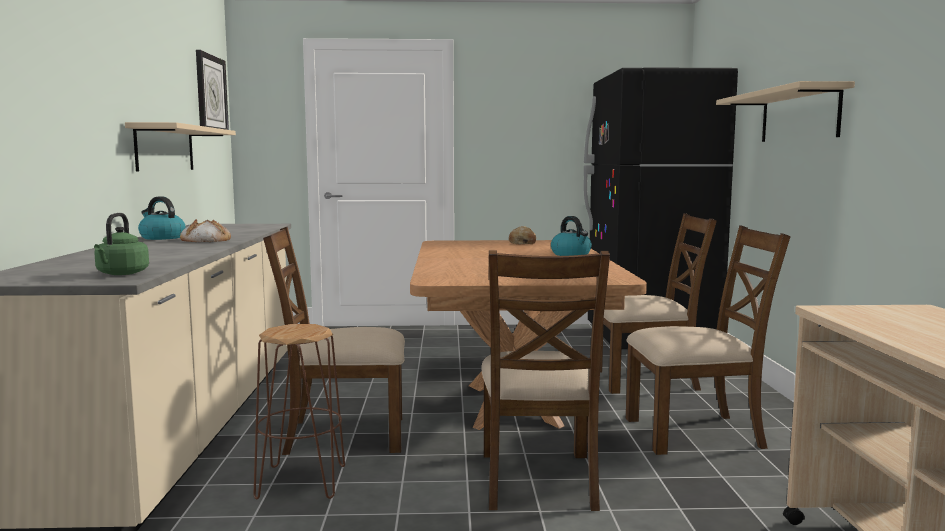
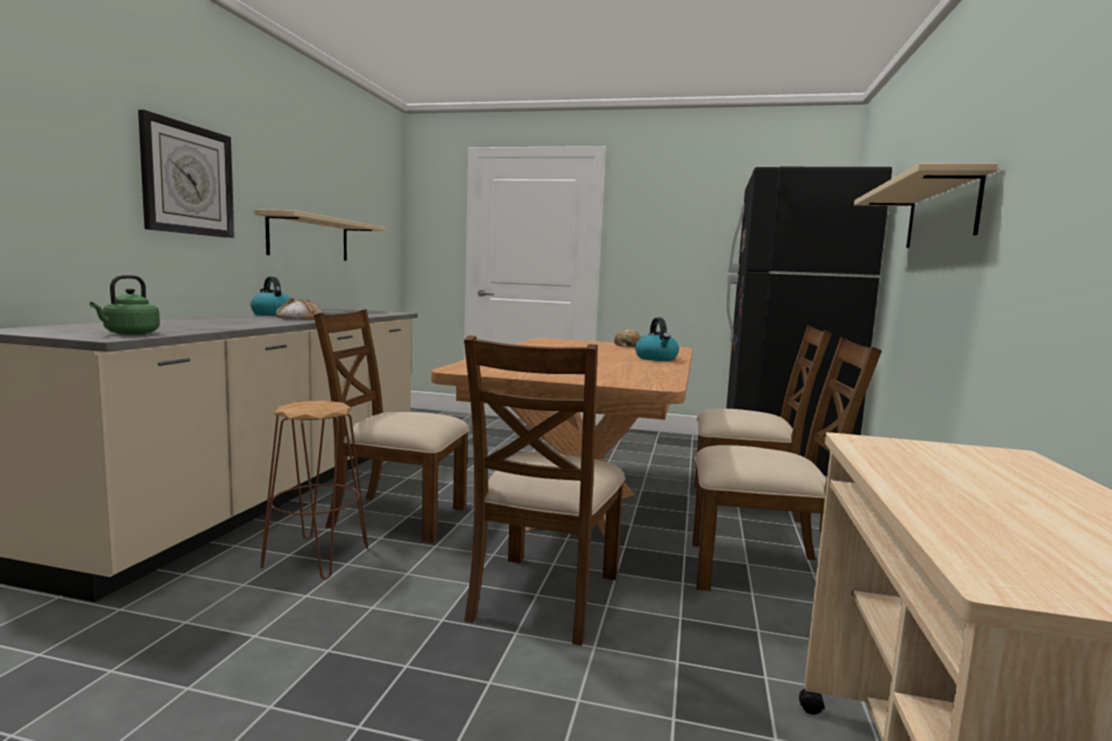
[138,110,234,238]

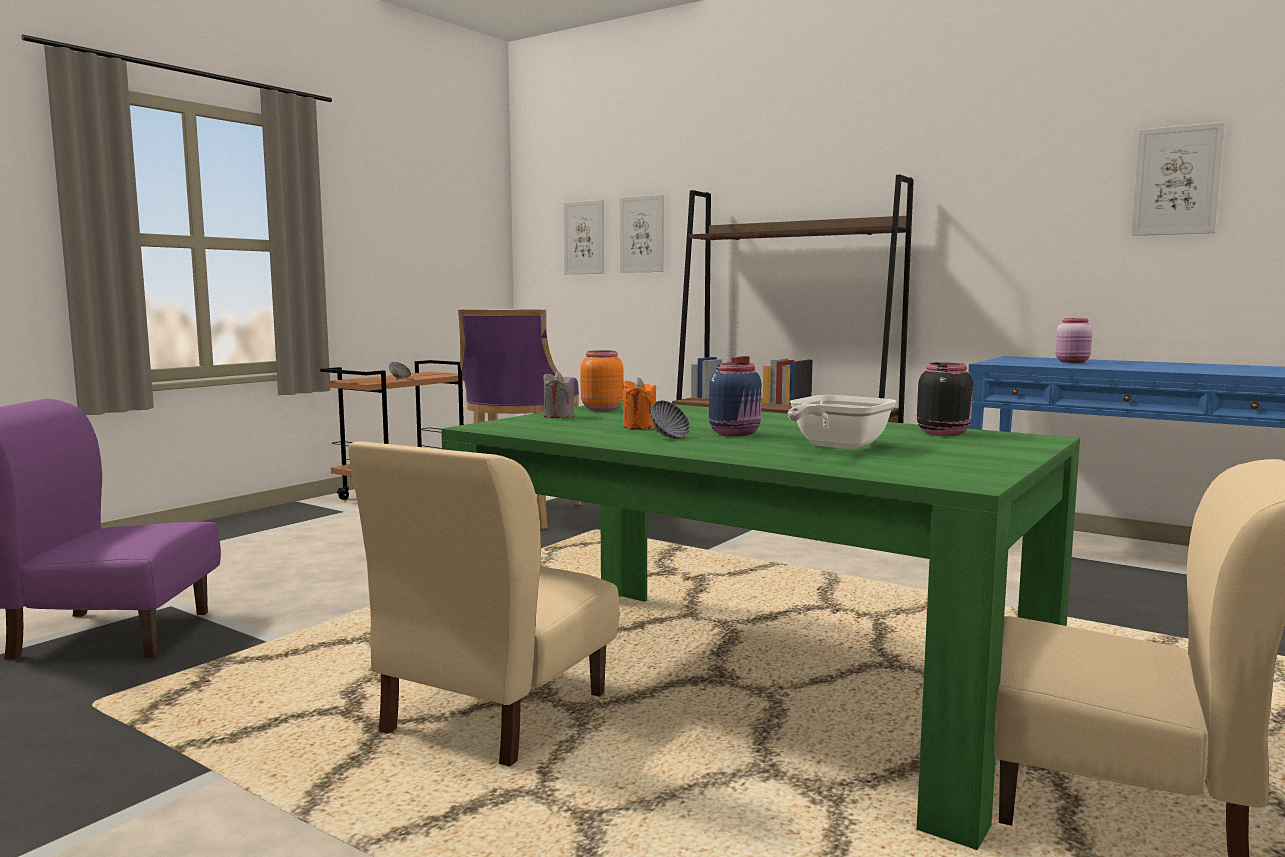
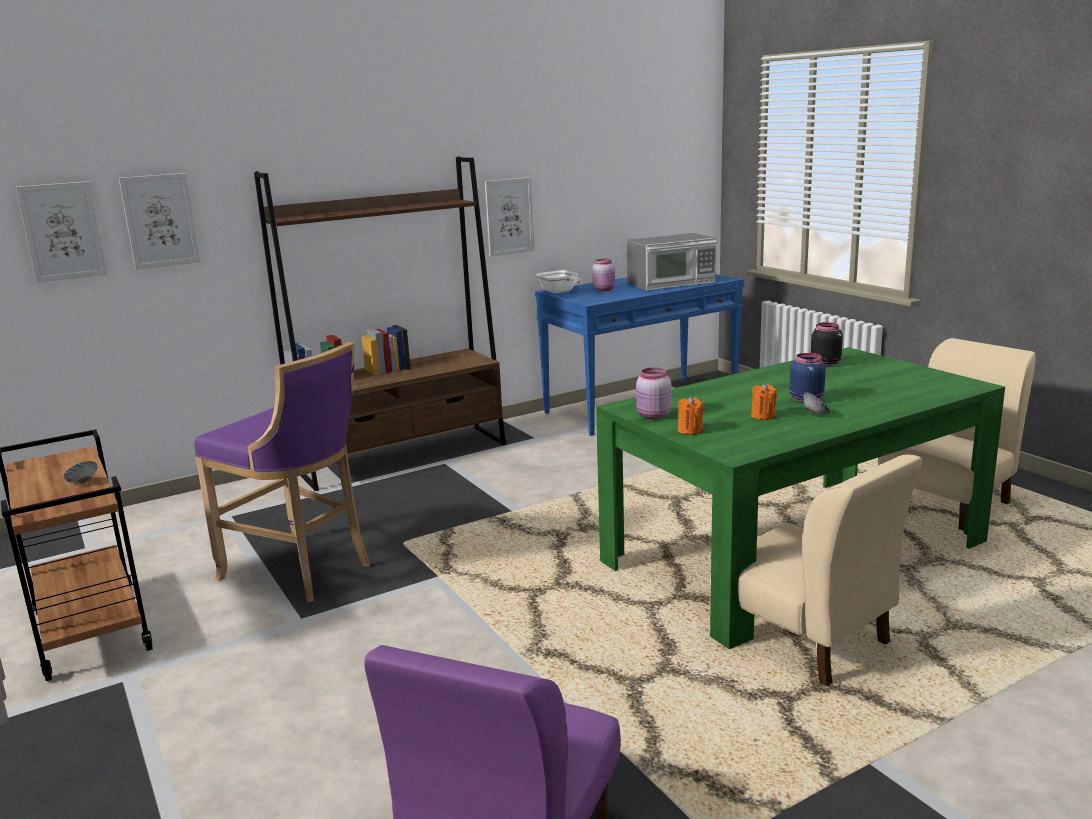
[485,177,535,257]
[536,270,581,294]
[626,233,717,291]
[636,368,671,419]
[678,396,704,435]

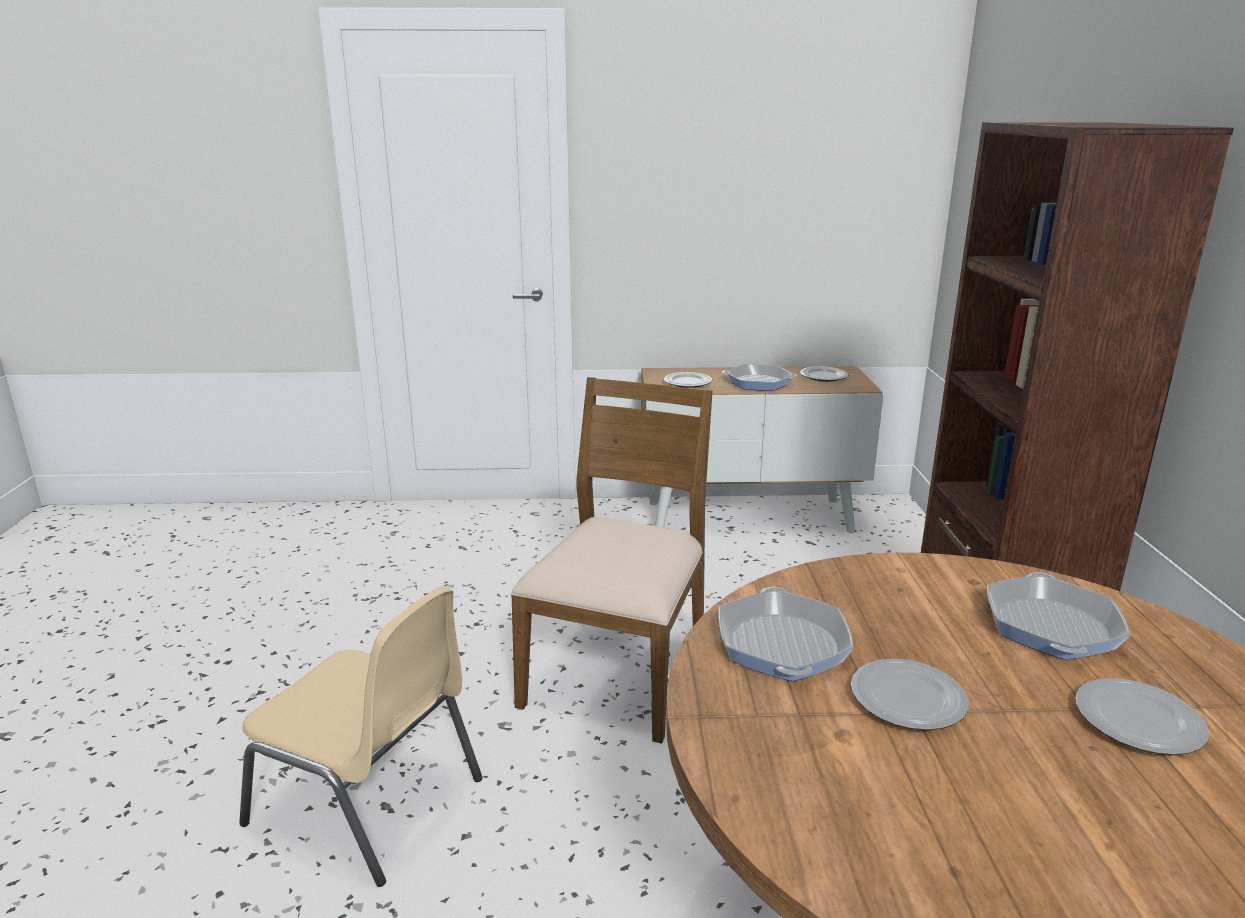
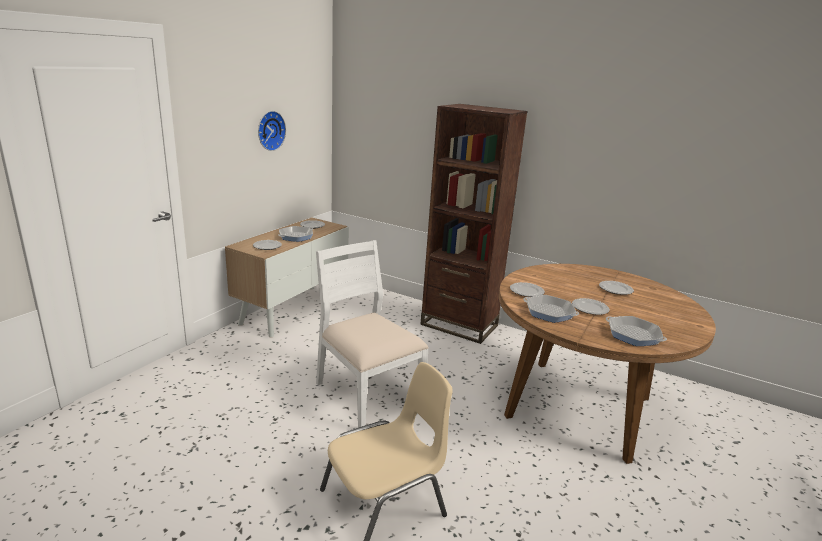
[258,111,286,151]
[316,240,429,428]
[510,282,545,297]
[606,316,667,346]

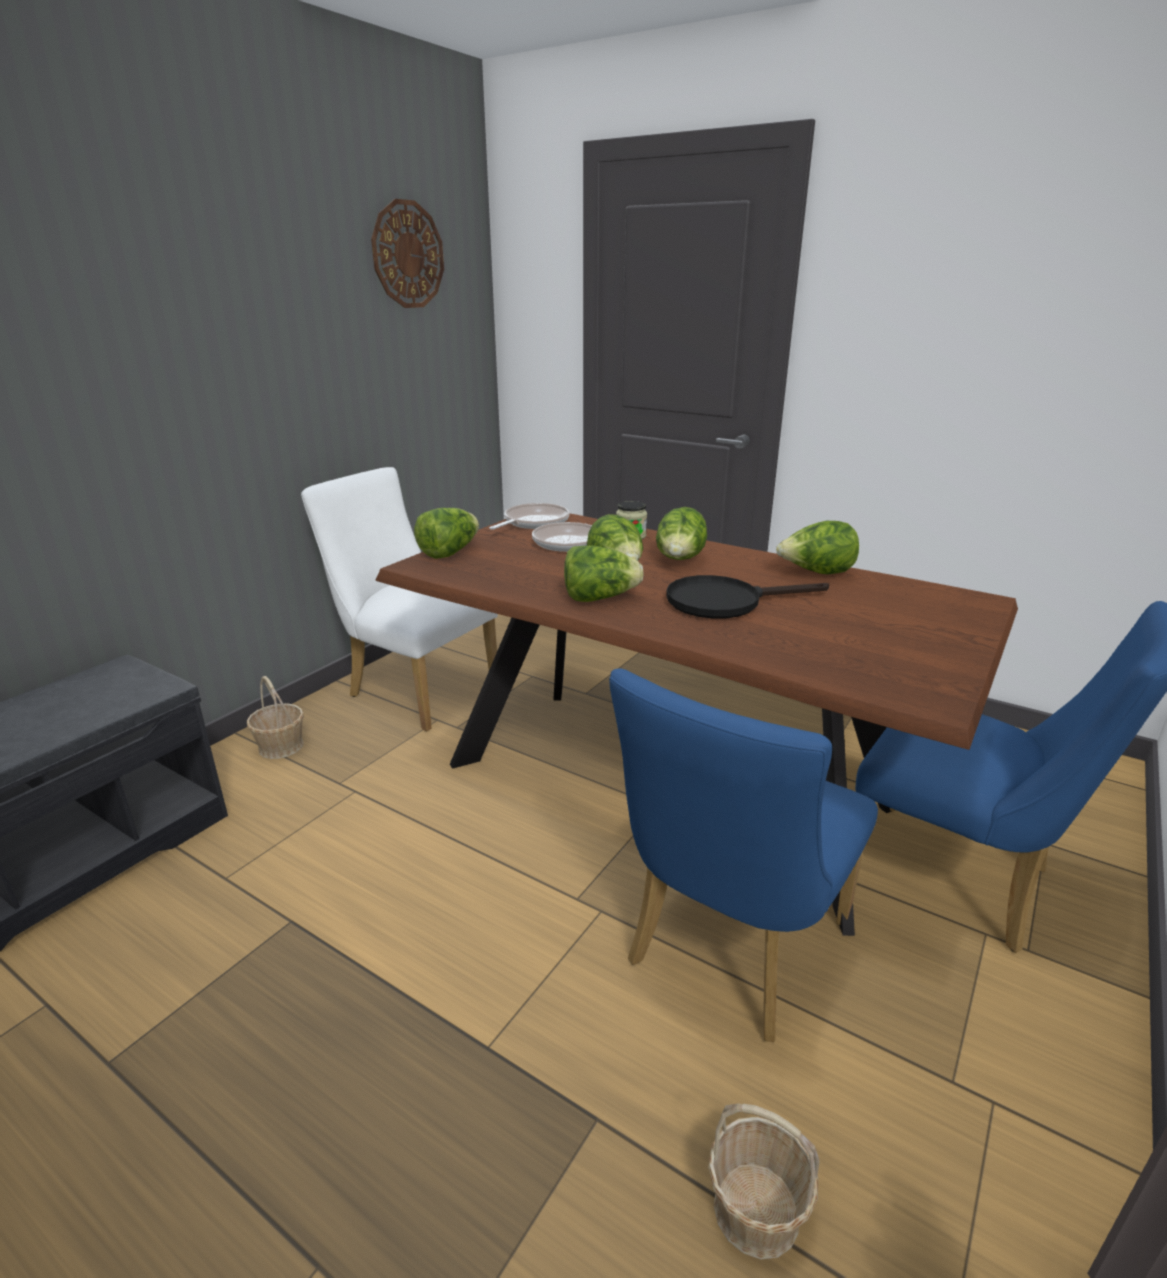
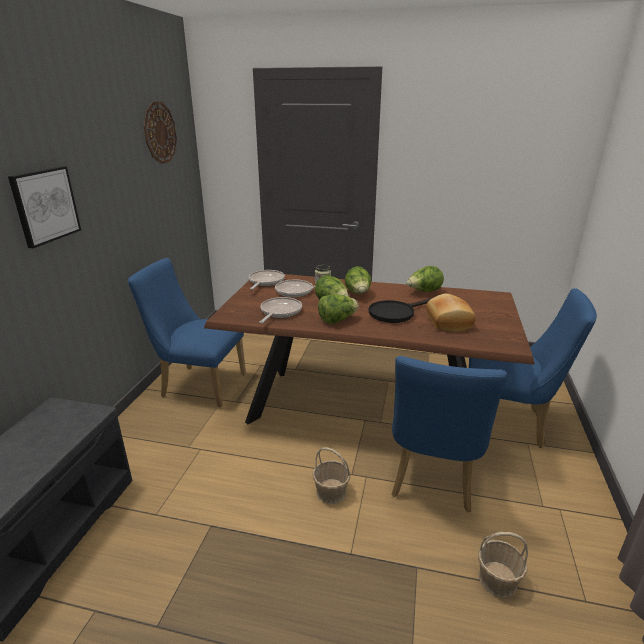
[8,166,81,248]
[128,258,246,408]
[259,297,302,323]
[313,447,351,504]
[426,293,476,332]
[414,508,479,559] (first image)

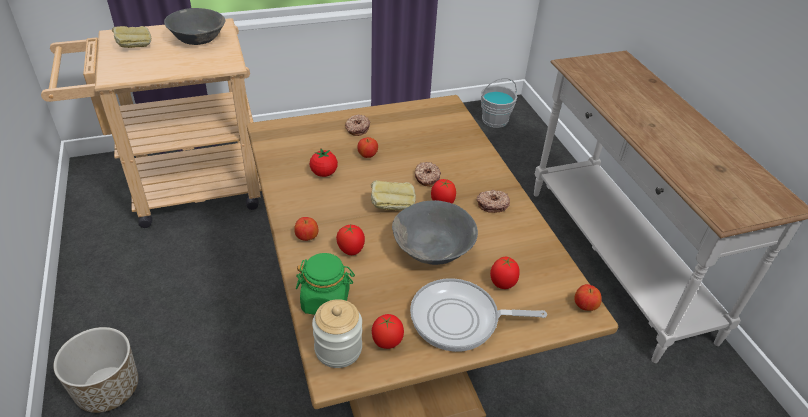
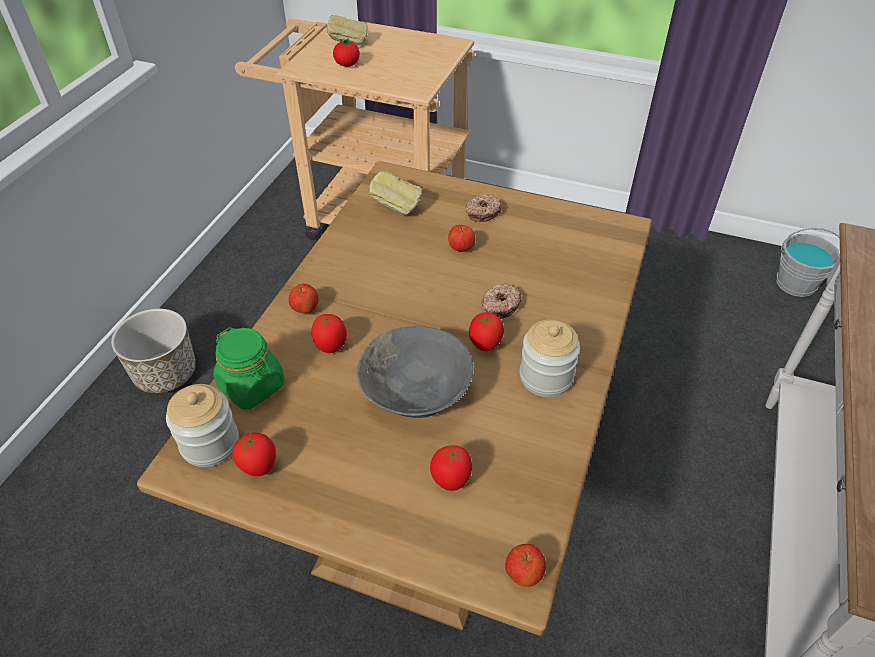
[333,38,360,67]
[369,170,422,215]
[520,319,580,397]
[164,8,226,45] (first image)
[410,278,547,352] (first image)

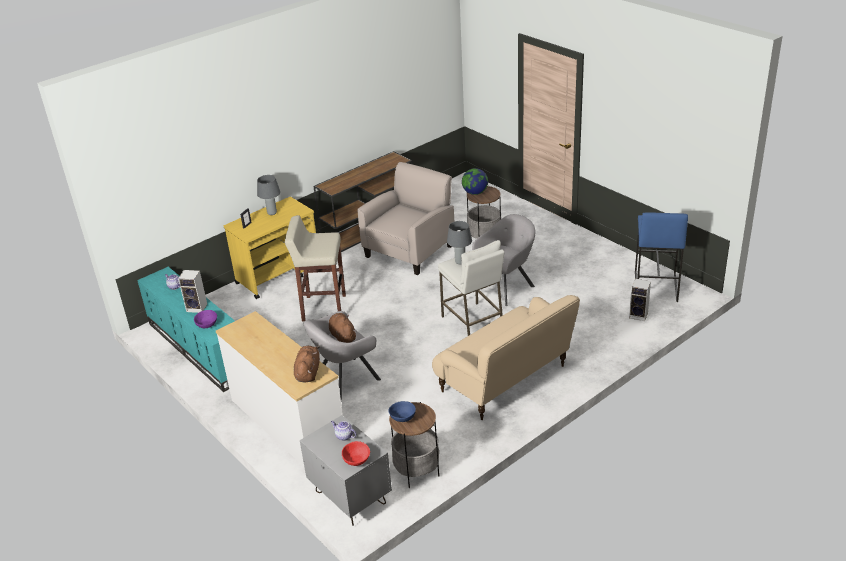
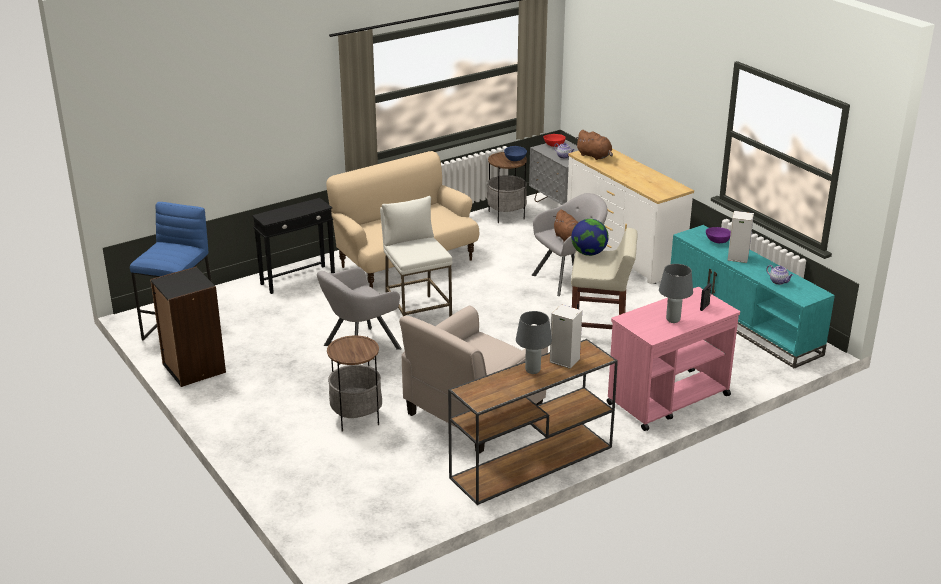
[150,267,226,387]
[252,198,335,294]
[516,311,552,374]
[550,304,582,369]
[571,219,608,256]
[575,130,613,160]
[607,287,740,431]

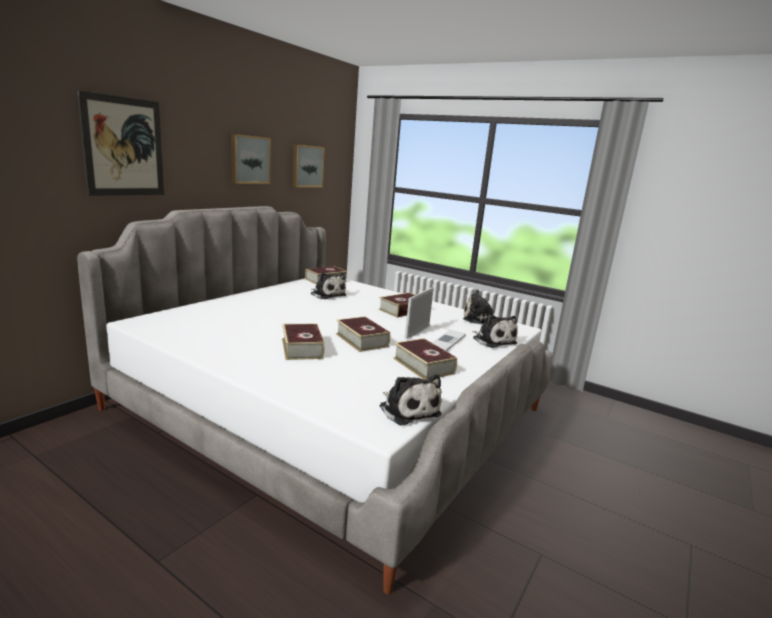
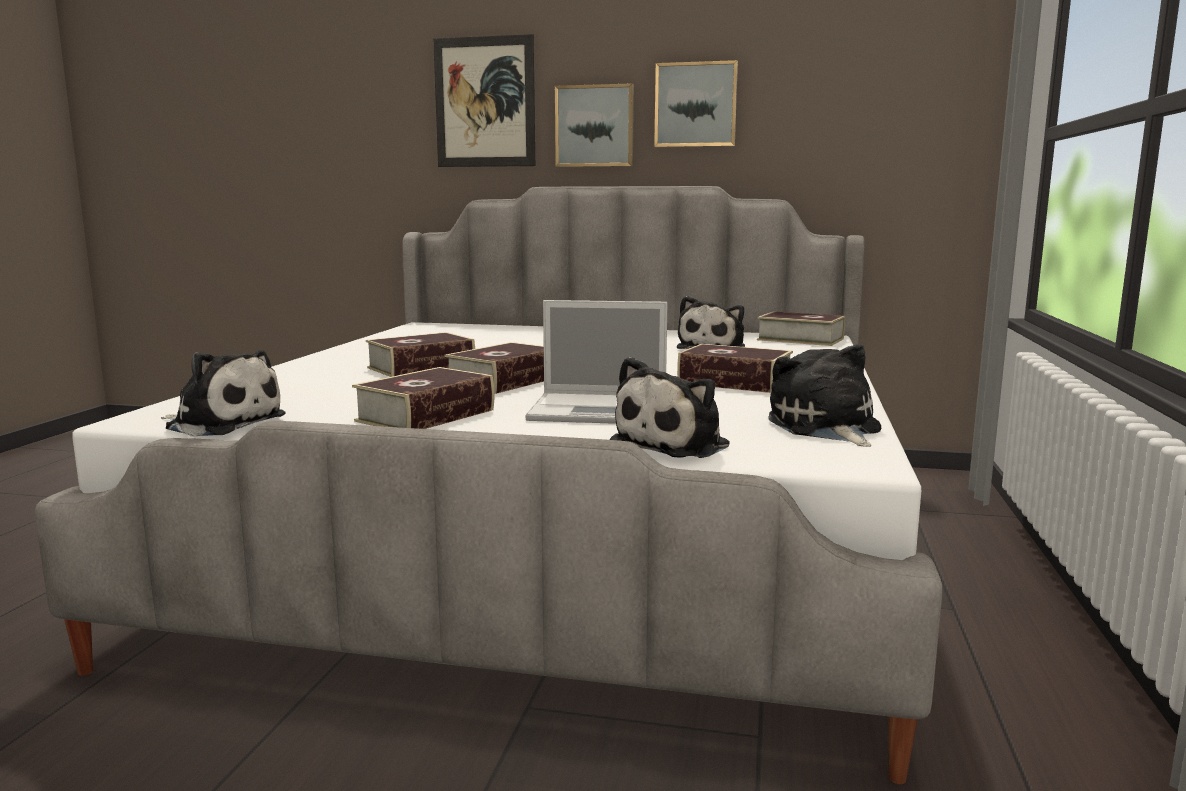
[161,350,286,437]
[555,83,634,167]

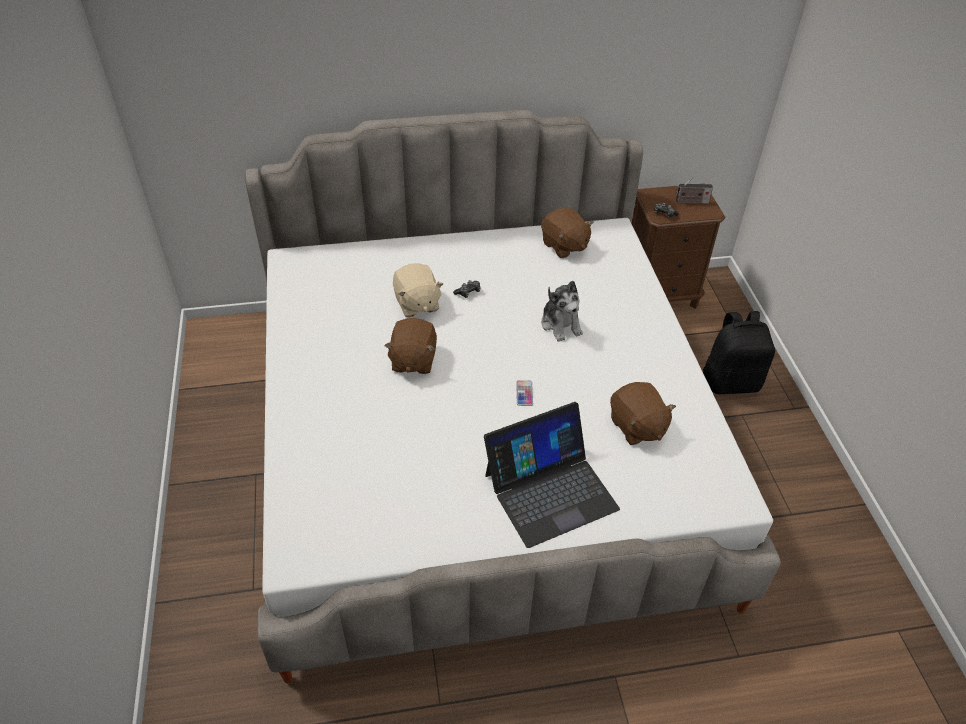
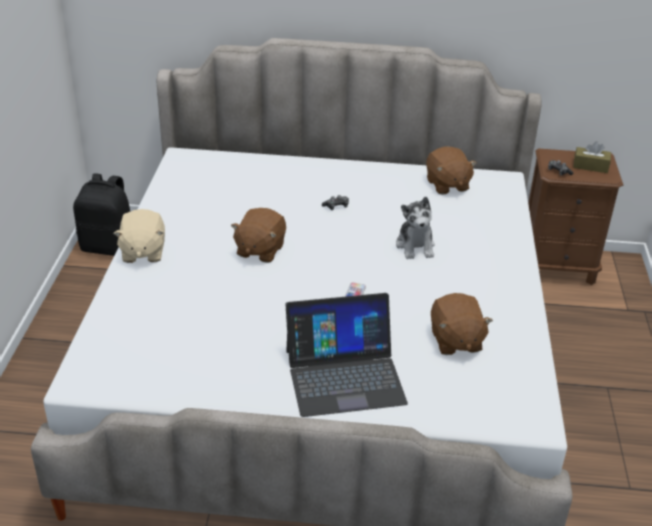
[73,173,130,256]
[113,209,165,263]
[573,141,611,173]

